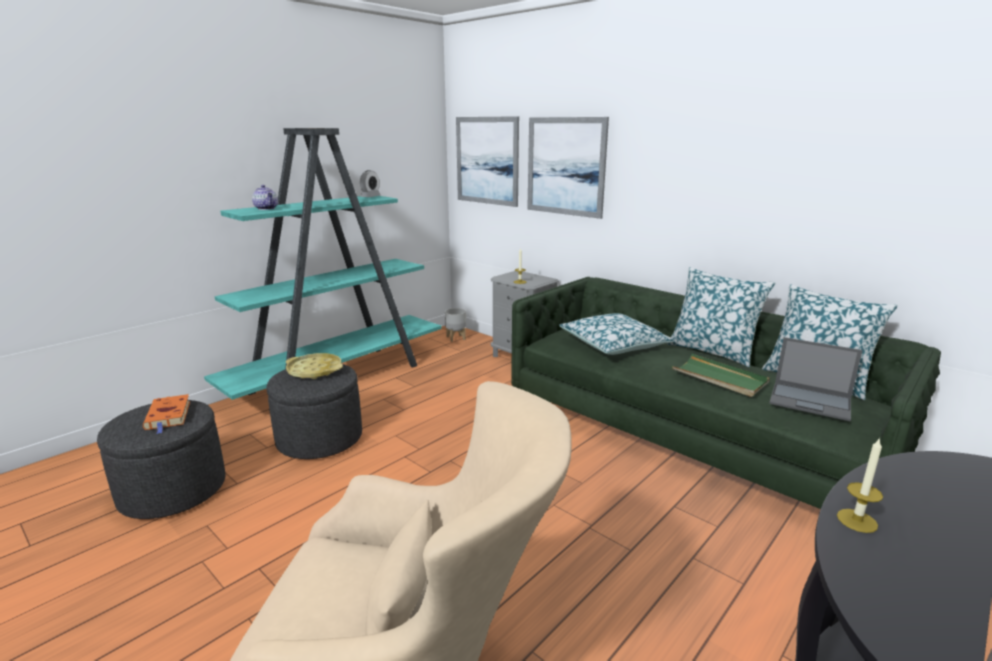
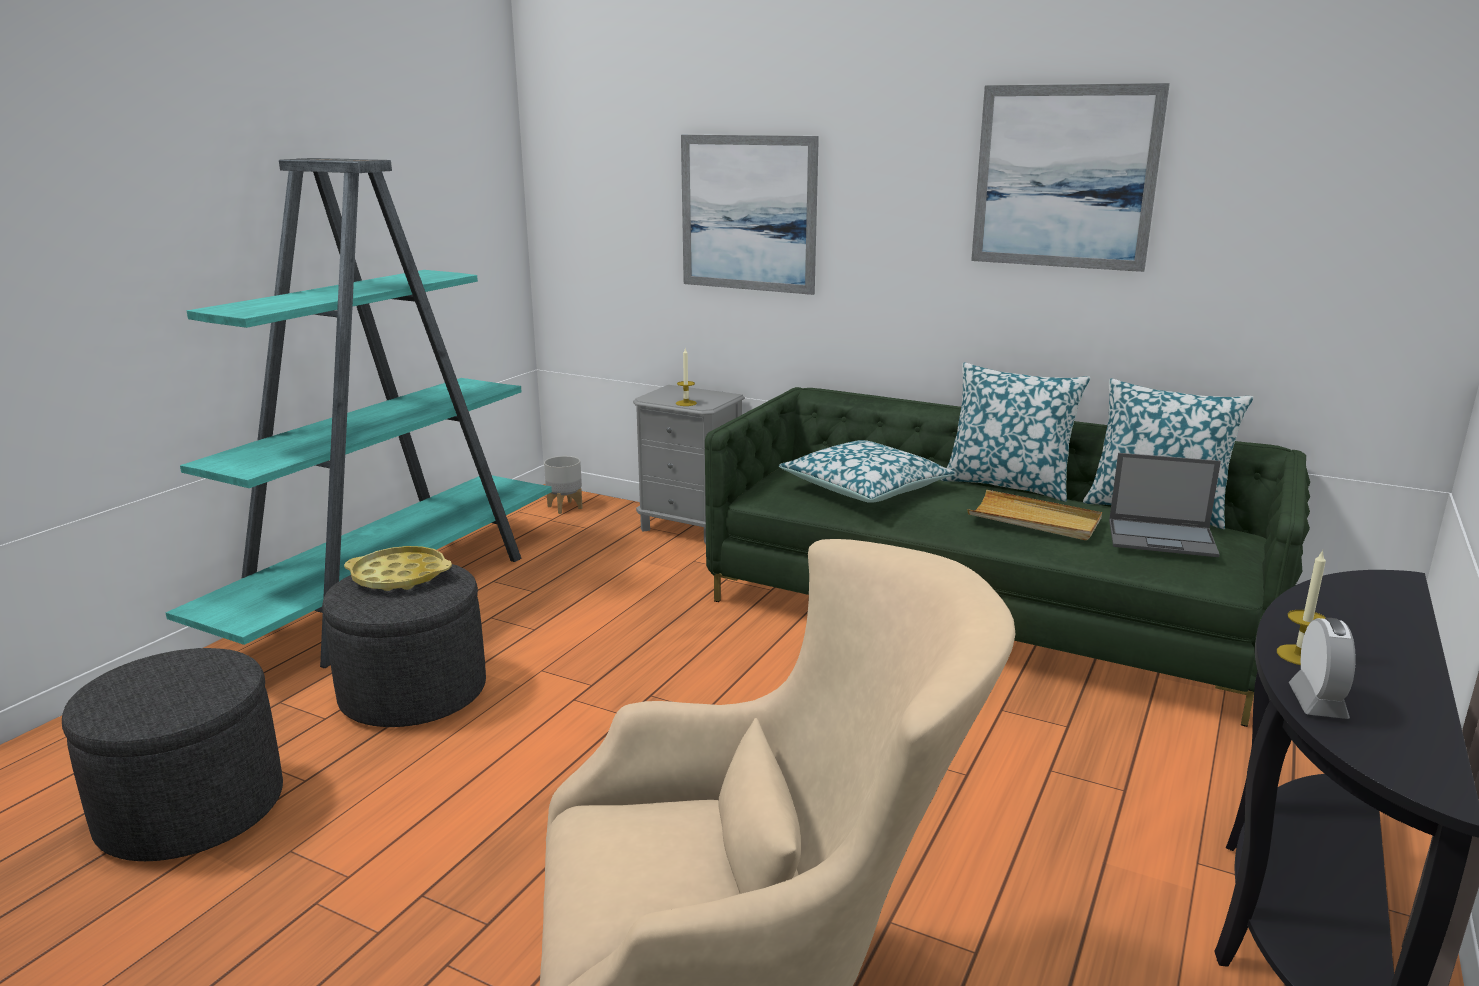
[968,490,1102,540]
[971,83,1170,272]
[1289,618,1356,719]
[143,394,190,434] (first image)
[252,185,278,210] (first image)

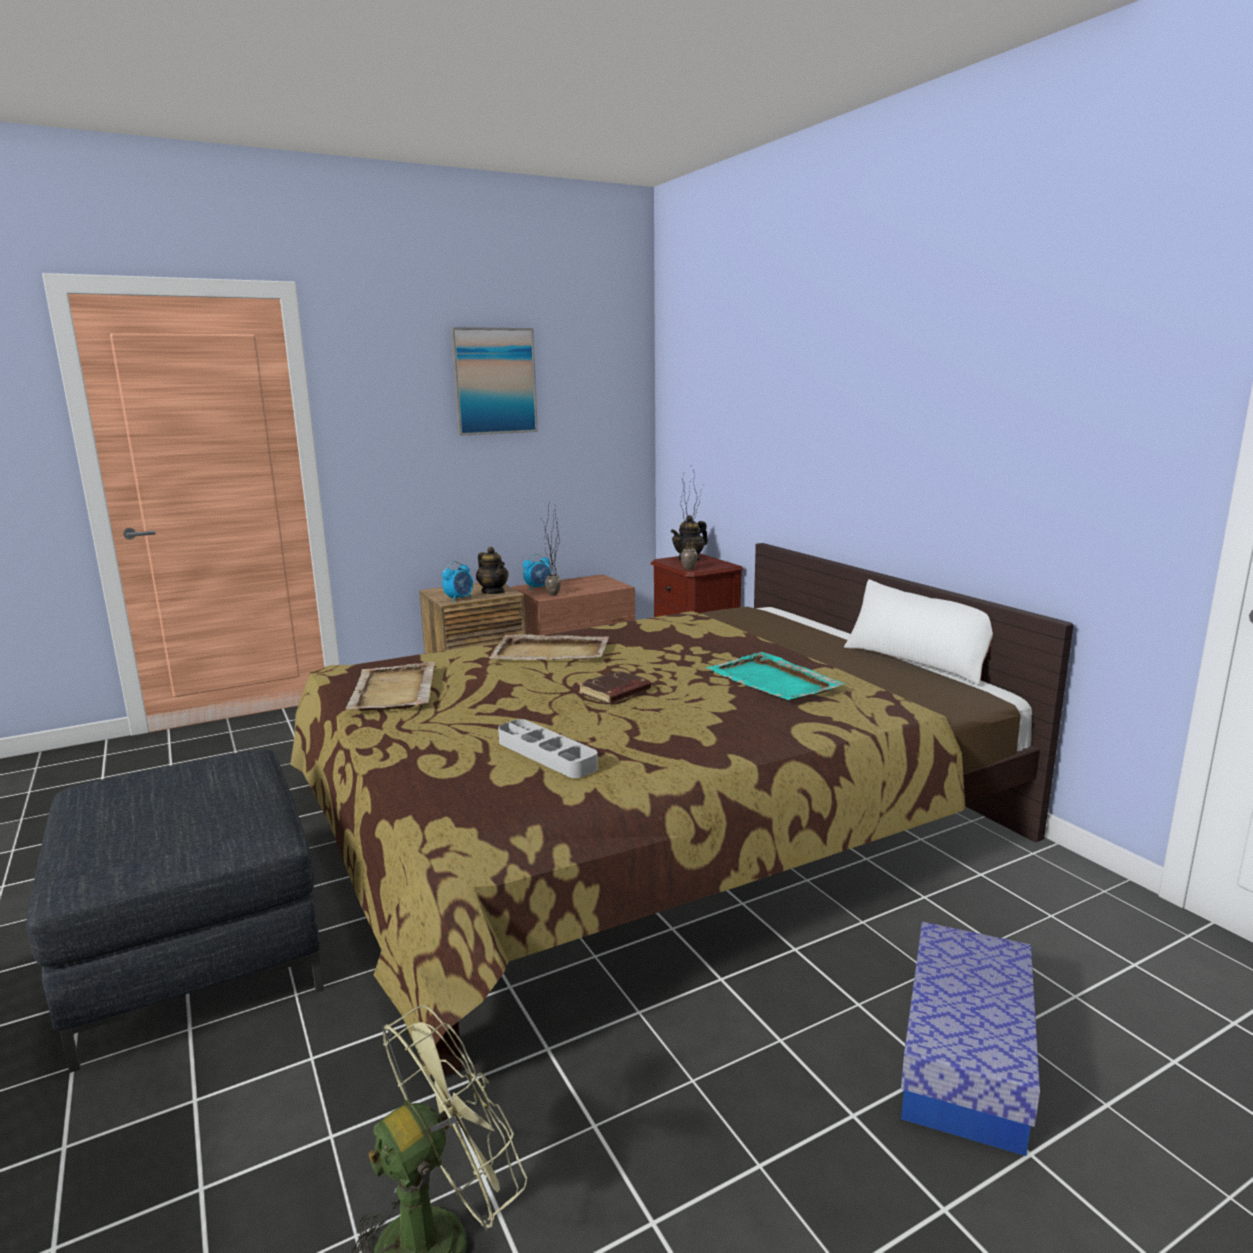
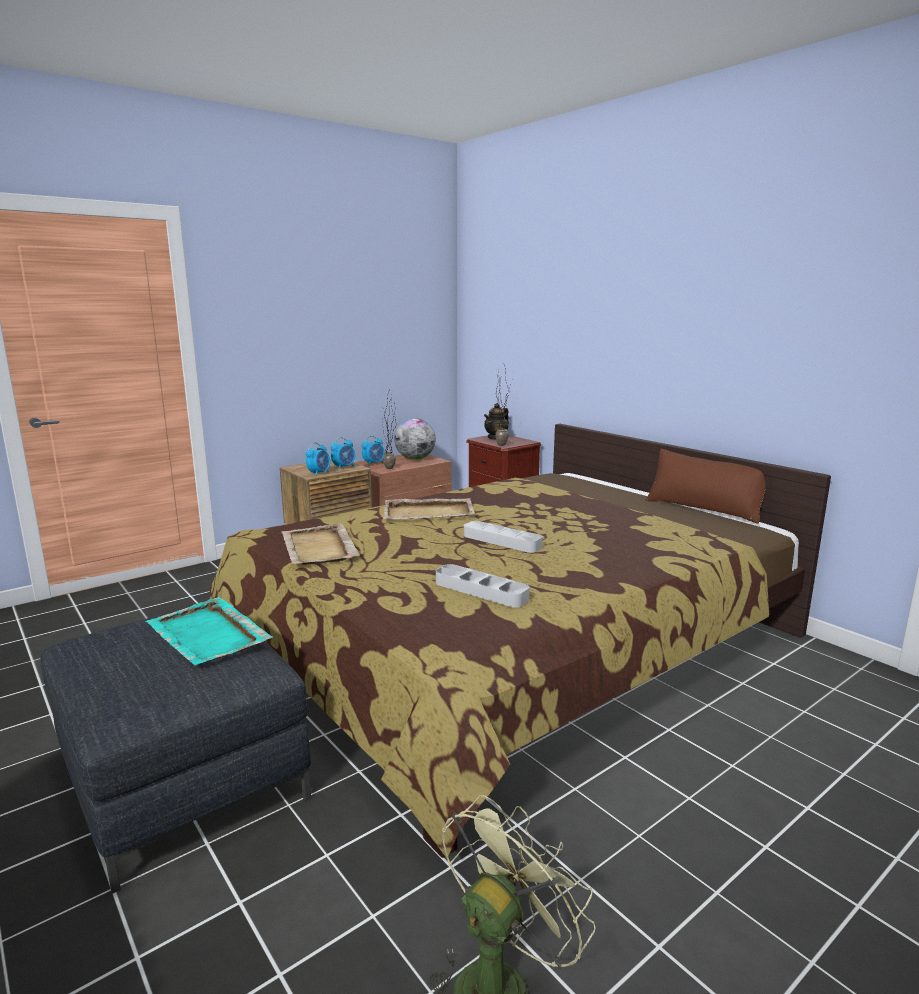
[146,597,273,665]
[331,437,355,470]
[394,418,436,460]
[464,521,543,553]
[645,449,766,524]
[451,327,538,436] (first image)
[901,922,1040,1156] (first image)

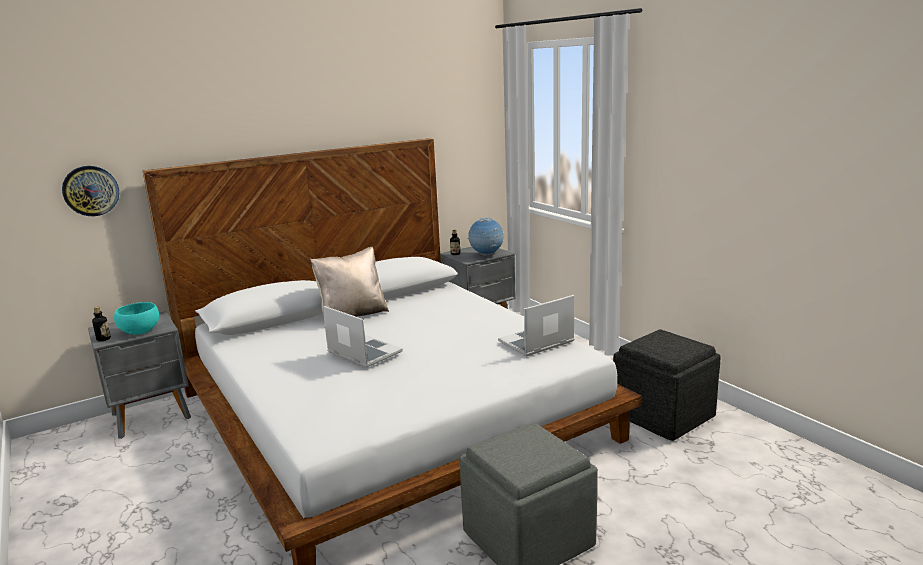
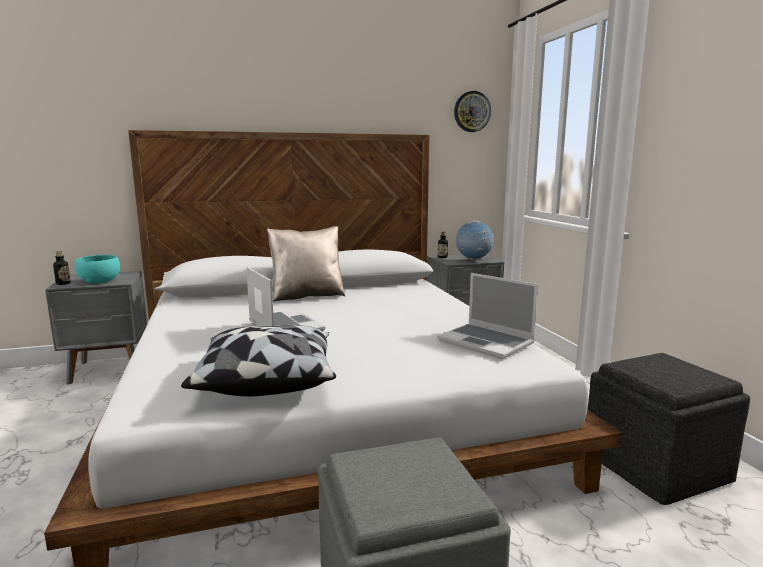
[181,325,336,396]
[437,273,538,359]
[454,91,491,132]

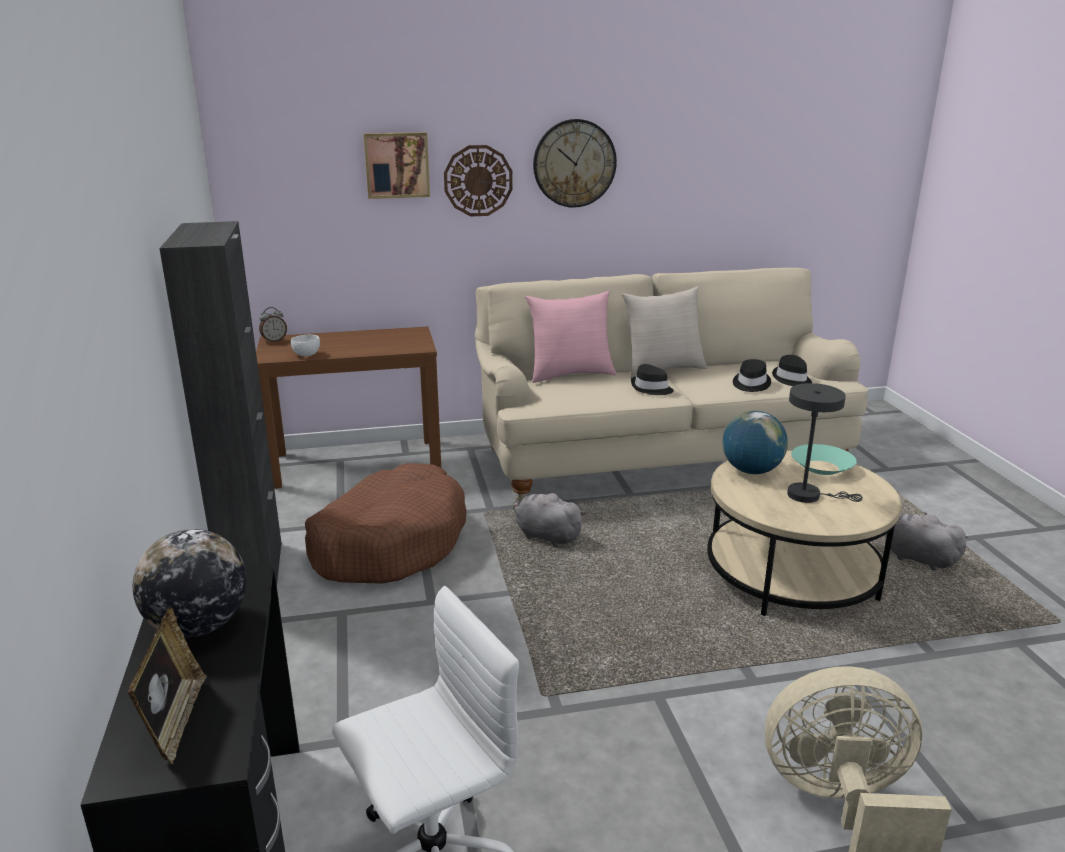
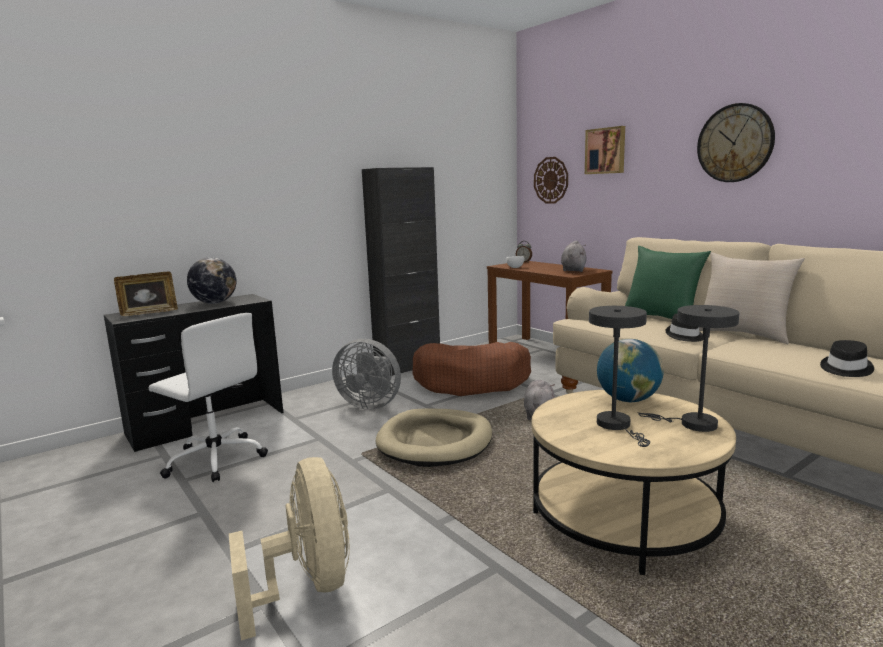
[332,339,401,410]
[376,409,492,467]
[534,157,568,204]
[561,240,586,272]
[625,246,711,319]
[637,305,739,432]
[733,359,771,392] (first image)

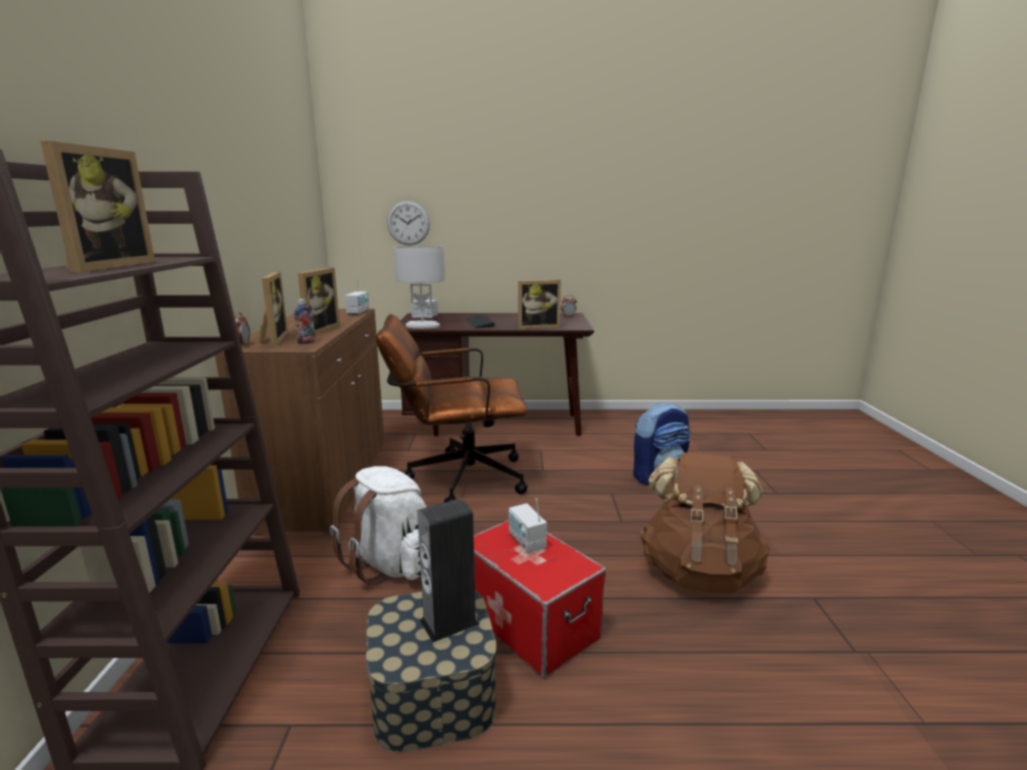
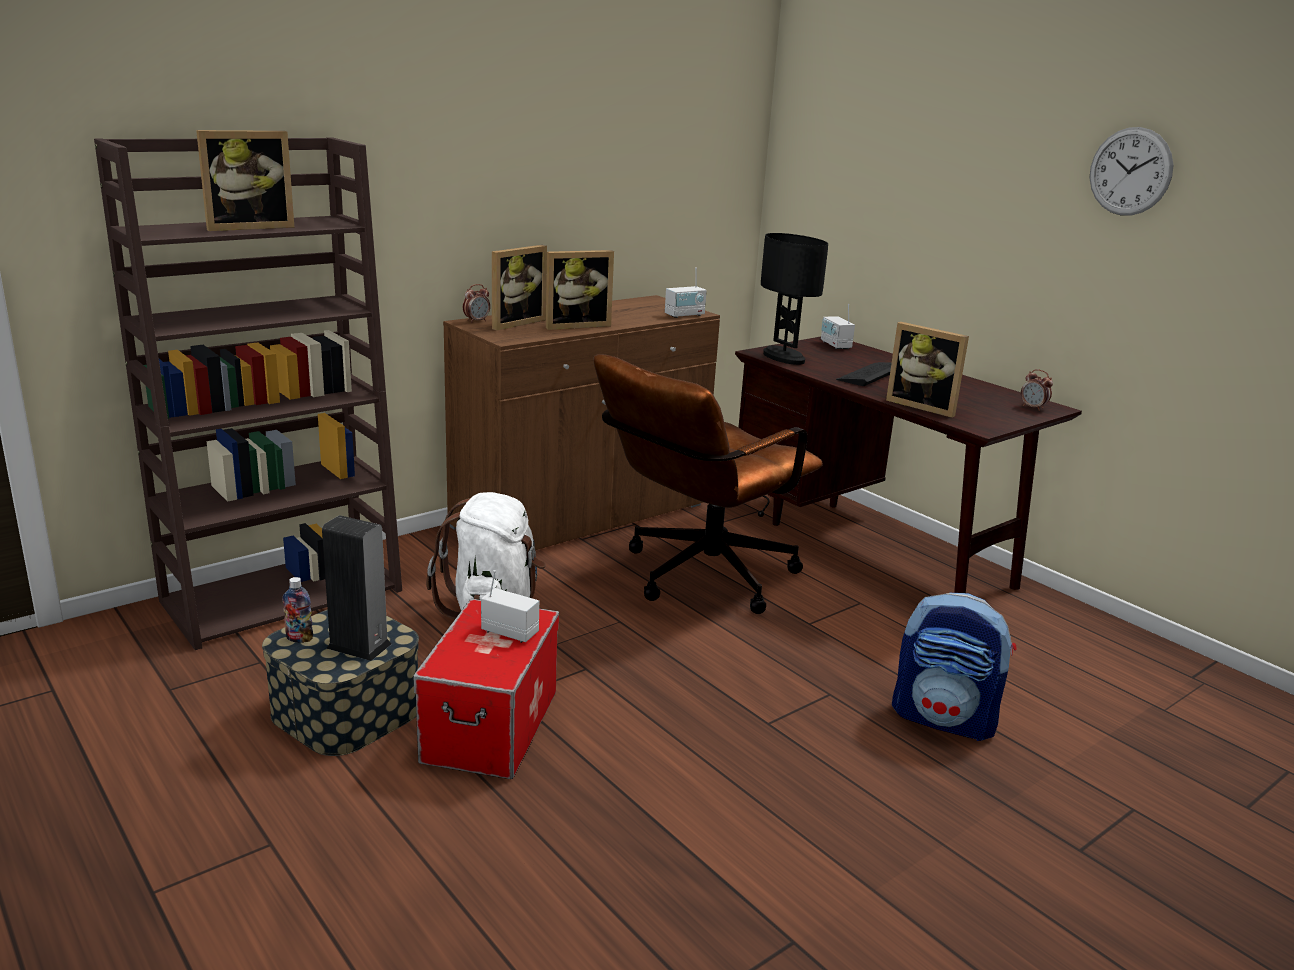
[283,577,313,643]
[481,570,539,643]
[594,354,823,614]
[761,233,828,365]
[1090,127,1173,216]
[640,453,770,594] (first image)

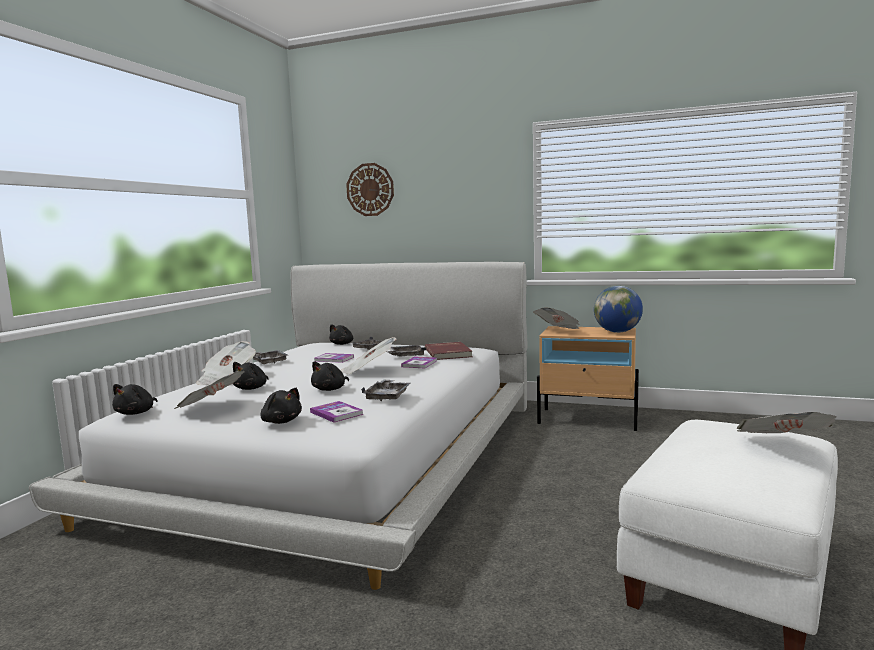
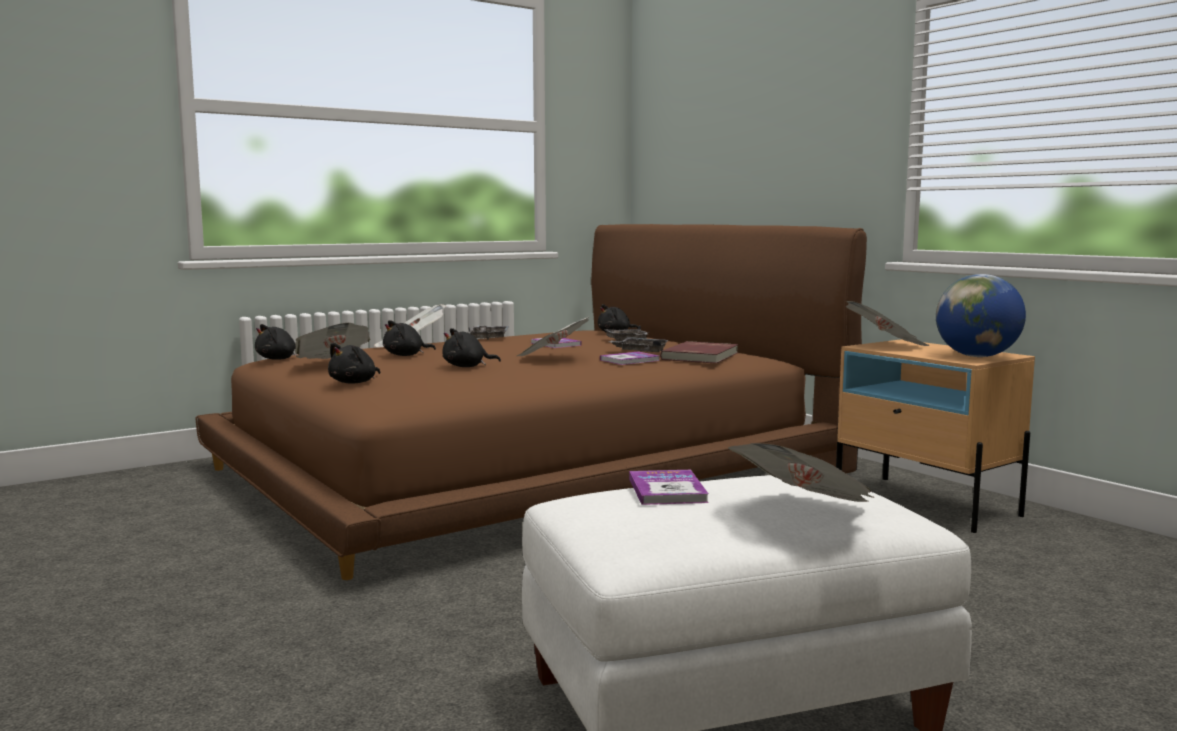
[195,224,867,580]
[328,343,380,384]
[629,470,709,505]
[346,163,394,216] (first image)
[361,379,410,401] (first image)

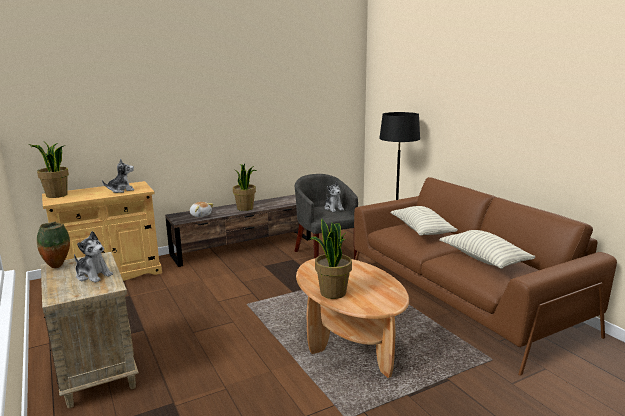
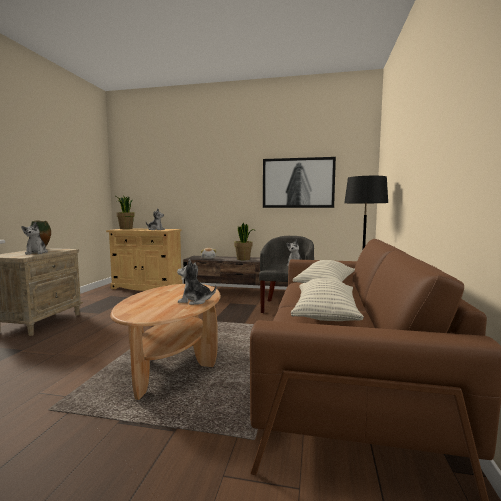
[177,259,217,305]
[263,157,336,208]
[309,219,352,299] (first image)

